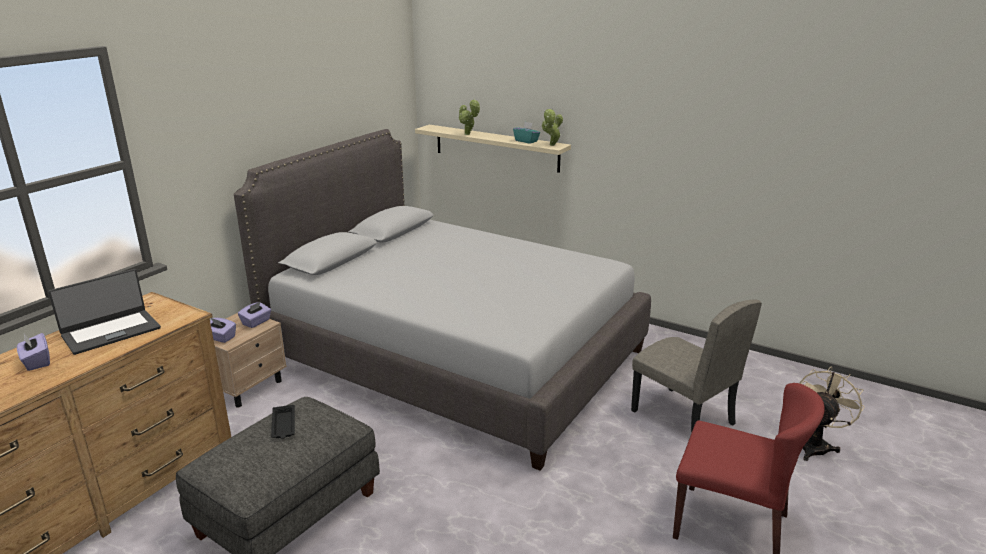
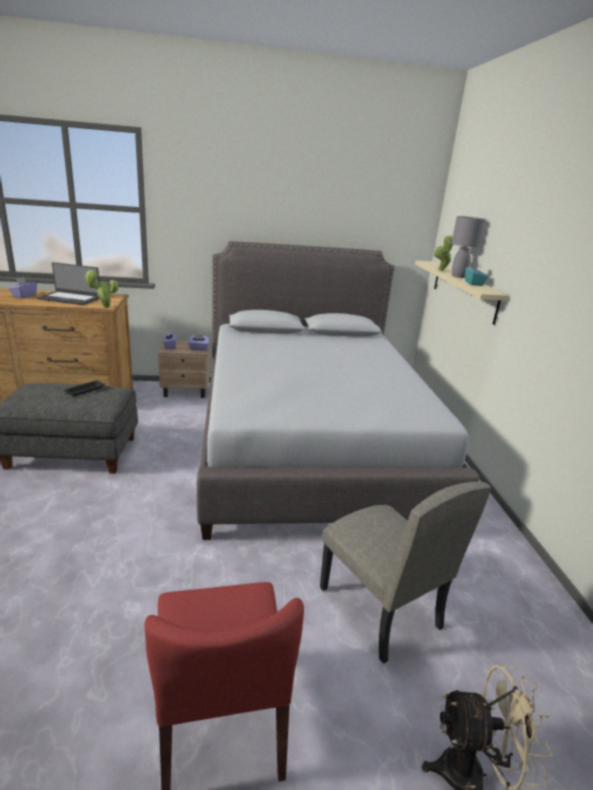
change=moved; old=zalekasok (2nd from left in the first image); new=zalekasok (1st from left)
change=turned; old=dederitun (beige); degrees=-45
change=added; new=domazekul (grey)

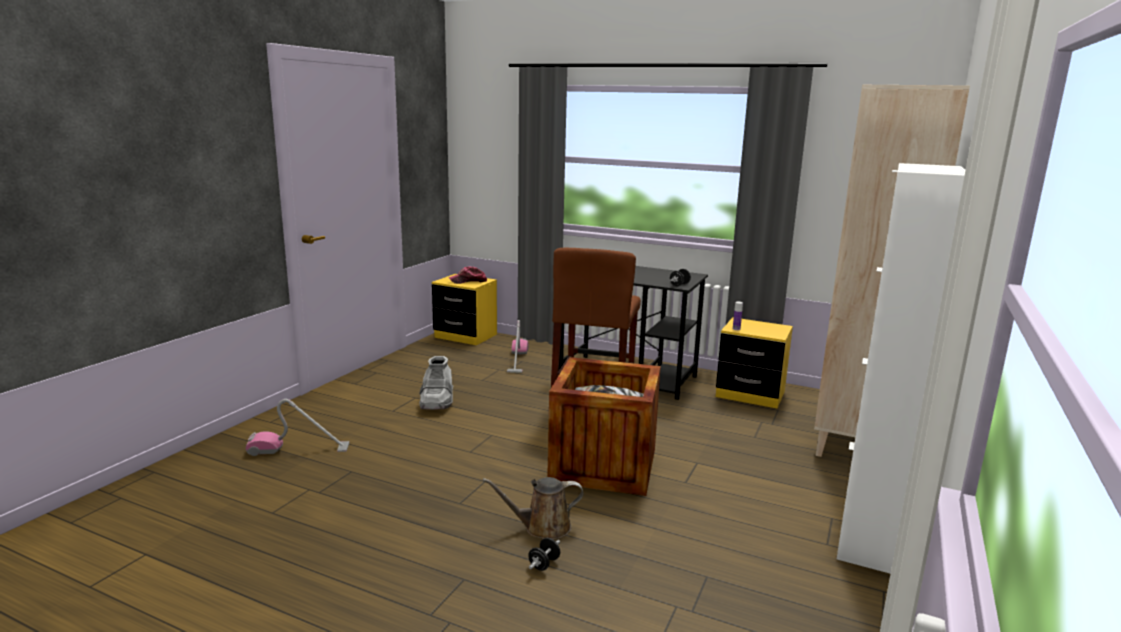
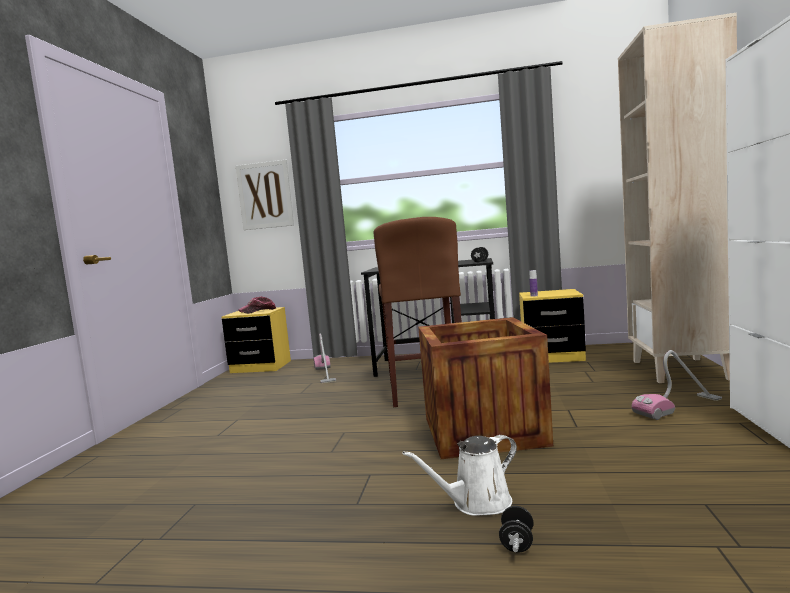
change=added; new=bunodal
change=recoloured; old=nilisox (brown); new=nilisox (white)
change=moved; old=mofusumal (1st from left in the first image); new=mofusumal (2nd from left)
change=removed; old=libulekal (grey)

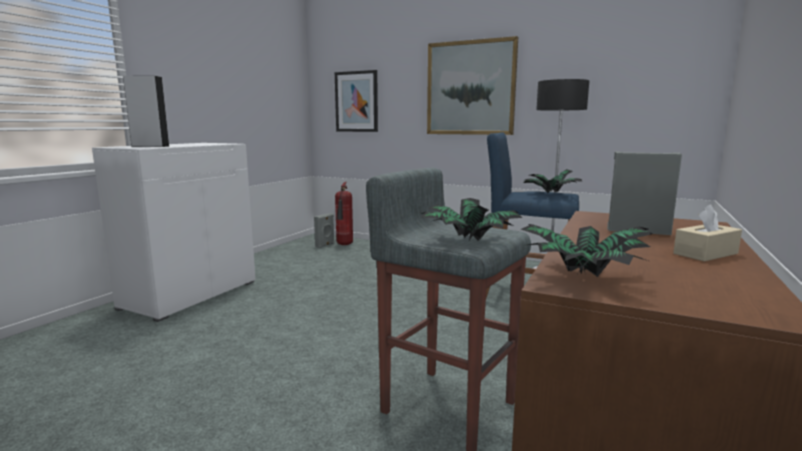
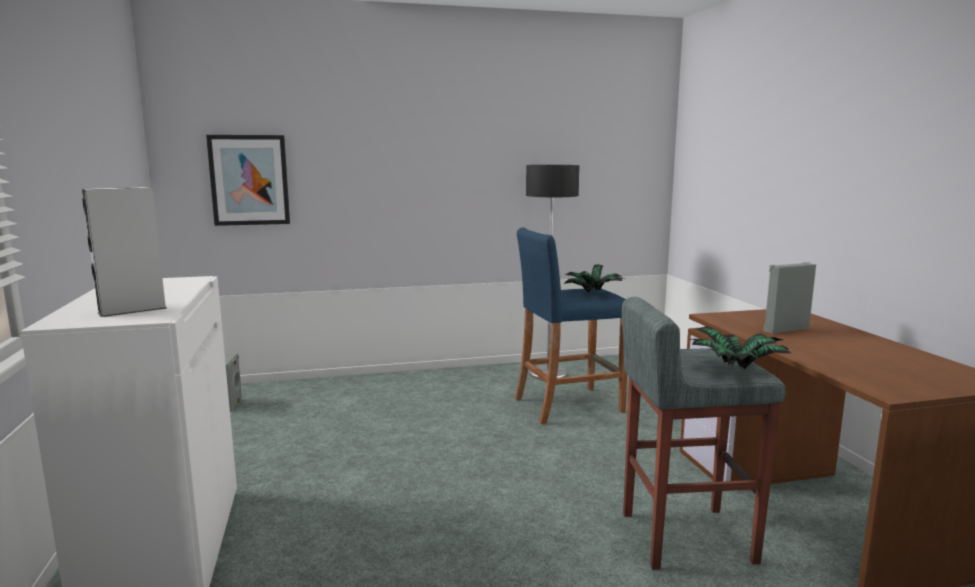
change=removed; old=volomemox
change=removed; old=bunodal (2nd from left)
change=removed; old=zalekasok (3rd from left)
change=removed; old=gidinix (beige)

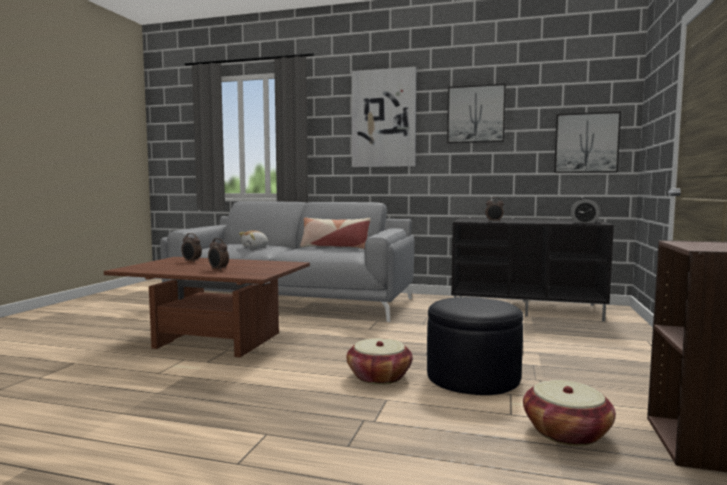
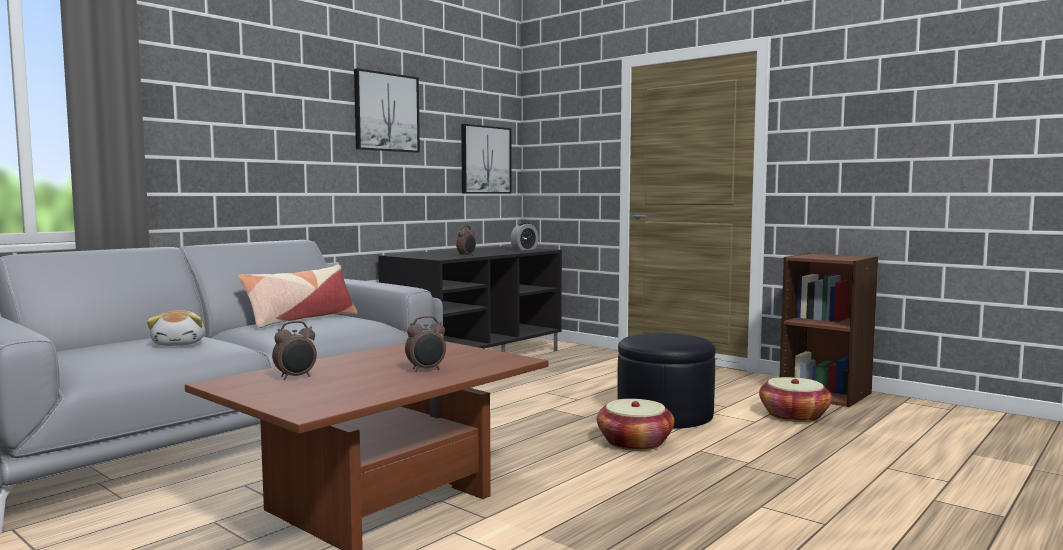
change=removed; old=bunodal (1st from left)

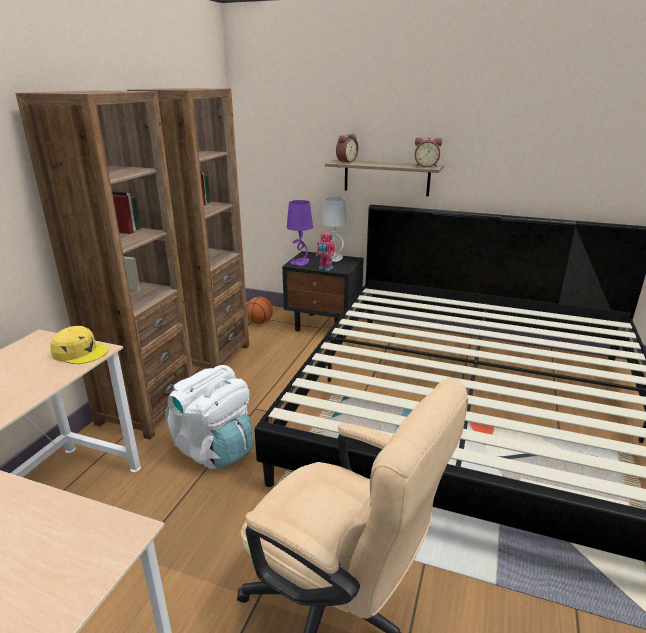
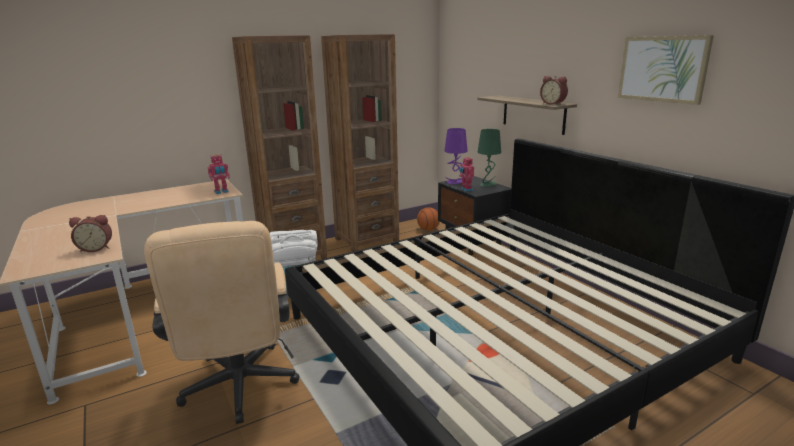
change=moved; old=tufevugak (1st from left)
change=replaced; old=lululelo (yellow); new=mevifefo (1st from left)
change=recoloured; old=domazekul (grey); new=domazekul (green)
change=added; new=bunodal

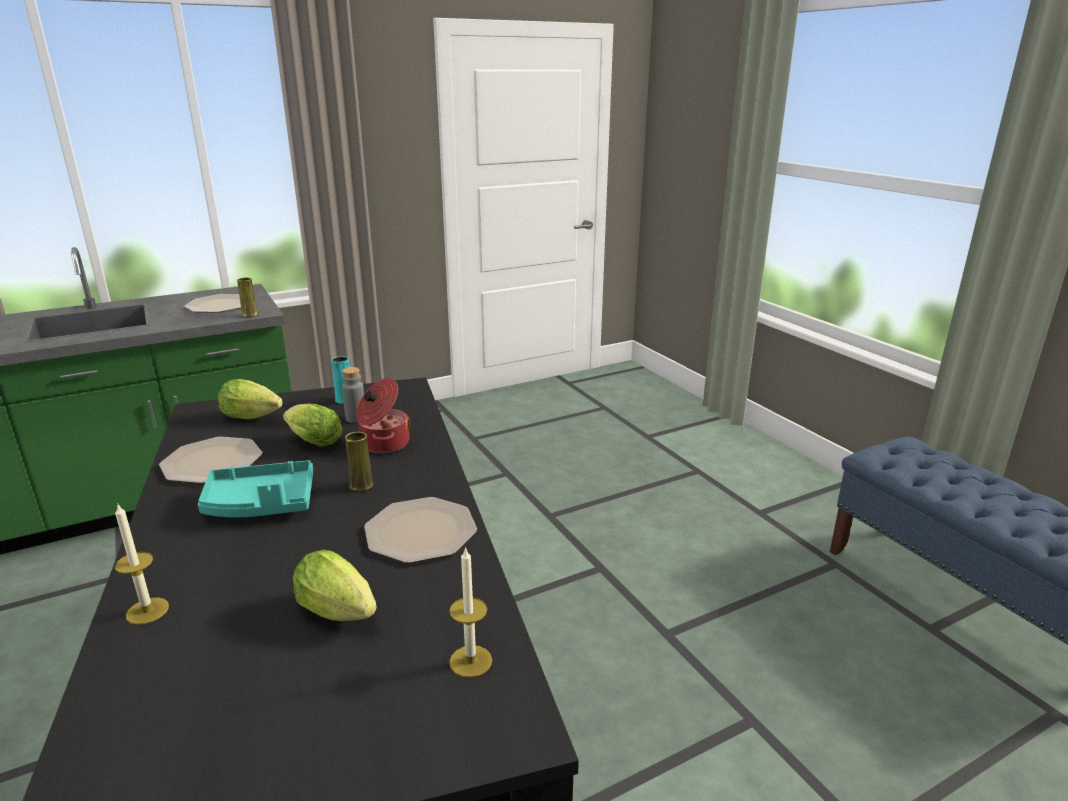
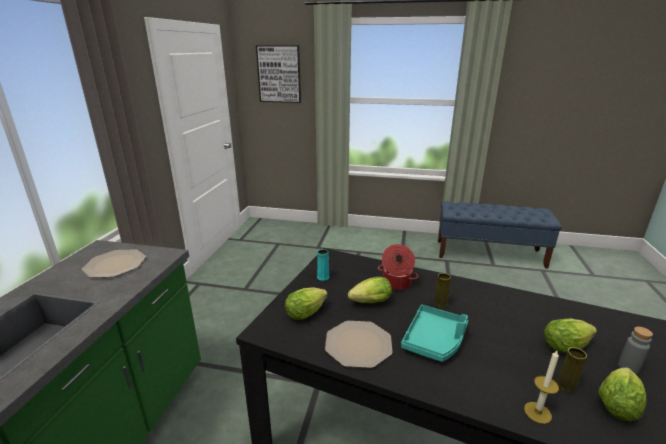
change=added; new=bunodal
change=moved; old=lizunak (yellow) (1st from left in the first image); new=lizunak (yellow) (2nd from left)
change=added; new=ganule (4th from left)
change=moved; old=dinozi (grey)
change=removed; old=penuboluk (3rd from left)
change=removed; old=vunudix (2nd from left)

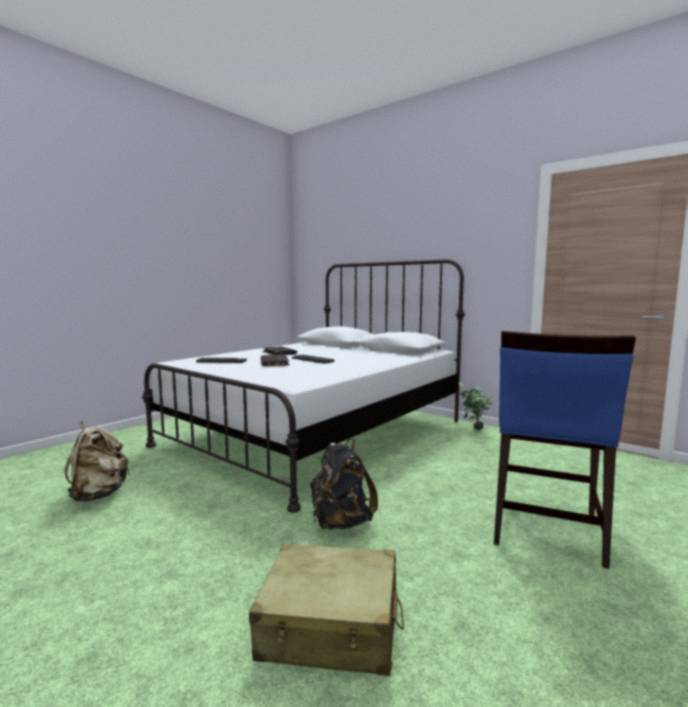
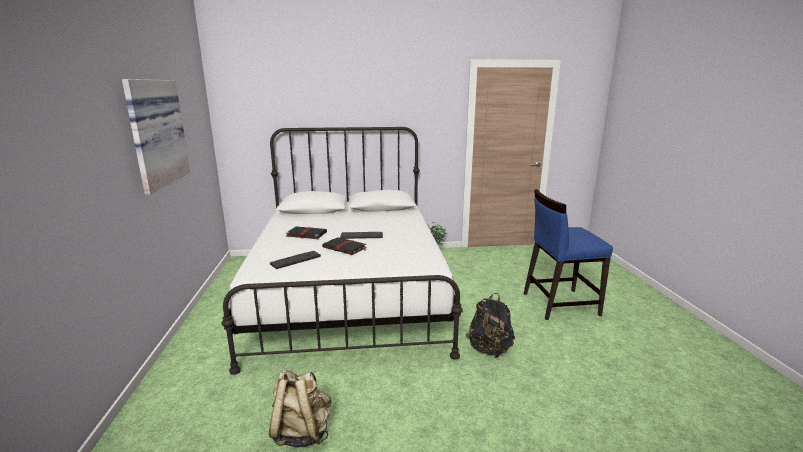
change=added; new=bunodal
change=turned; old=dederitun (blue); degrees=105
change=removed; old=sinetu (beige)

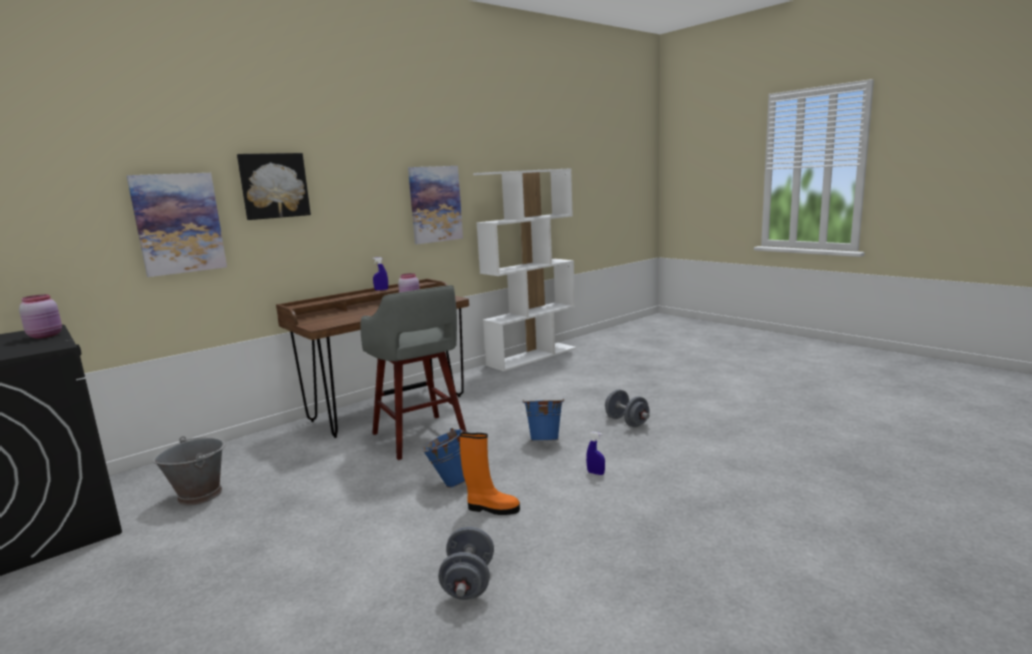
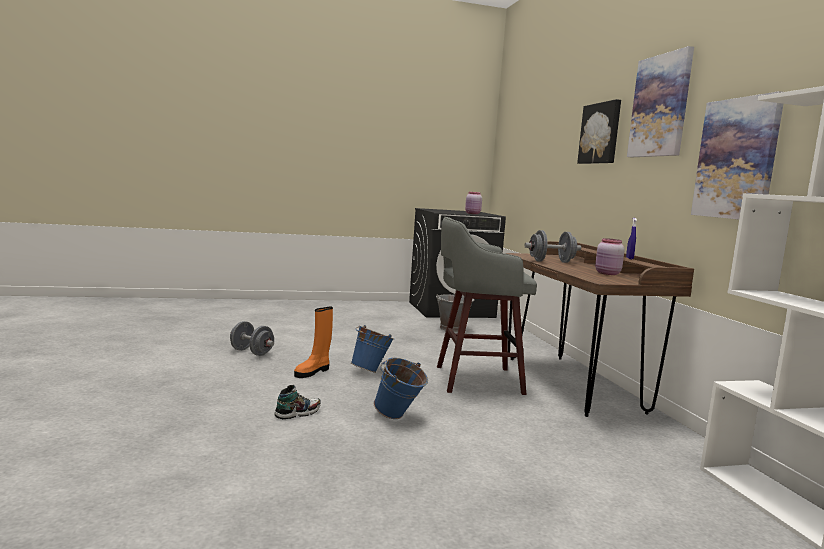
change=replaced; old=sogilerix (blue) (2nd from left); new=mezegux
change=moved; old=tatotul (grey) (2nd from left)
change=moved; old=bunodal (1st from left in the first image); new=bunodal (2nd from left)

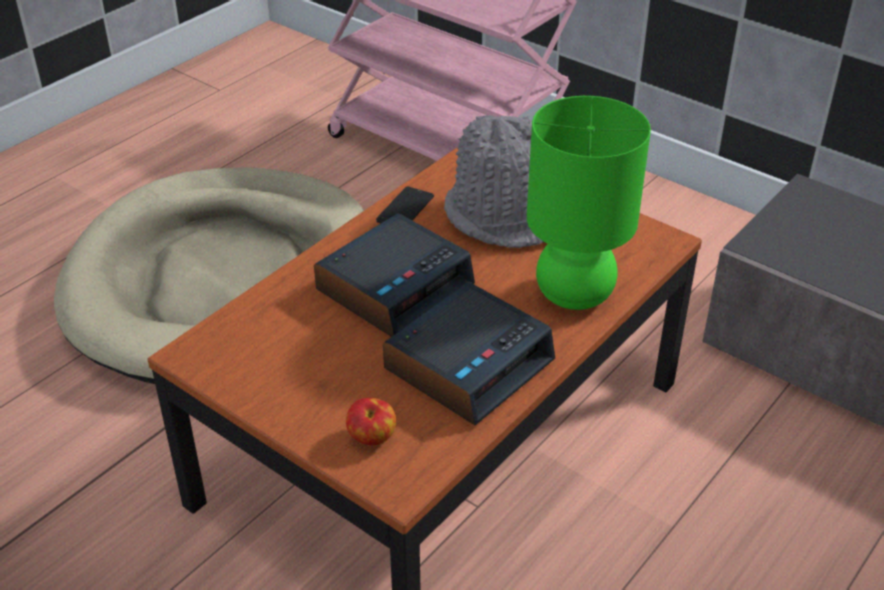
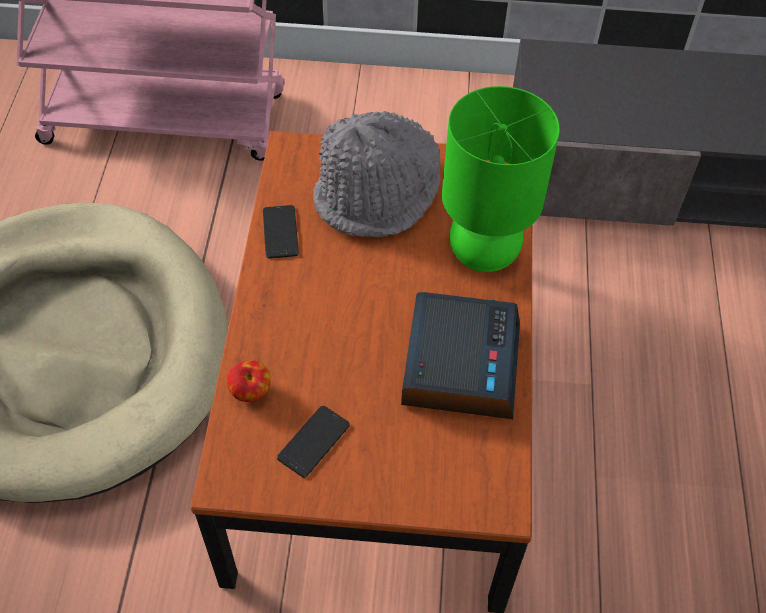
change=moved; old=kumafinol
change=added; new=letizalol (2nd from left)
change=removed; old=tufevugak (1st from left)

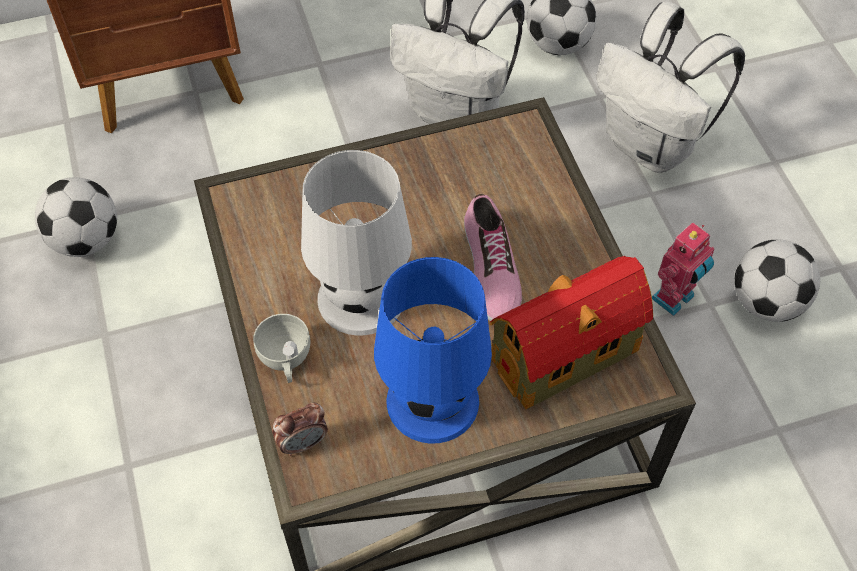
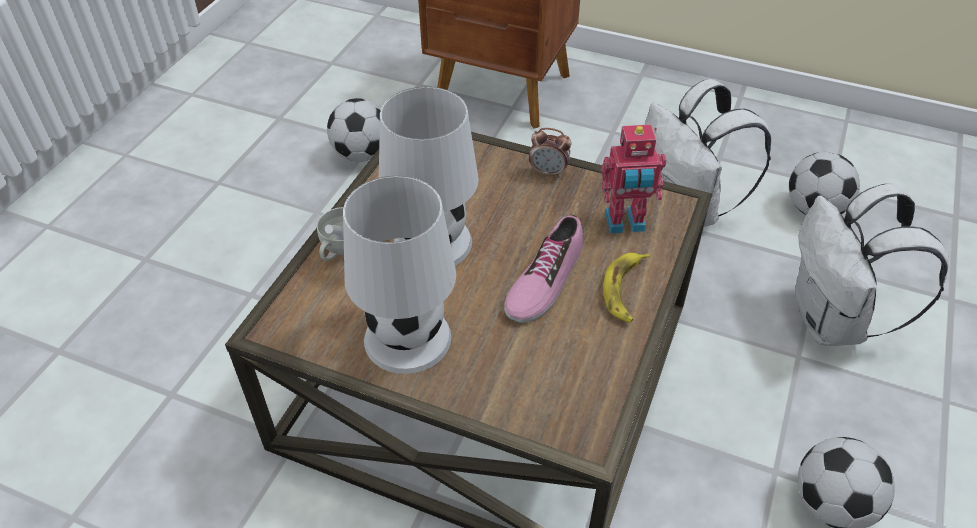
change=recoloured; old=domazekul (blue); new=domazekul (white) (1st from left)
change=moved; old=tufevugak
change=moved; old=mevifefo
change=added; new=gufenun
change=removed; old=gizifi

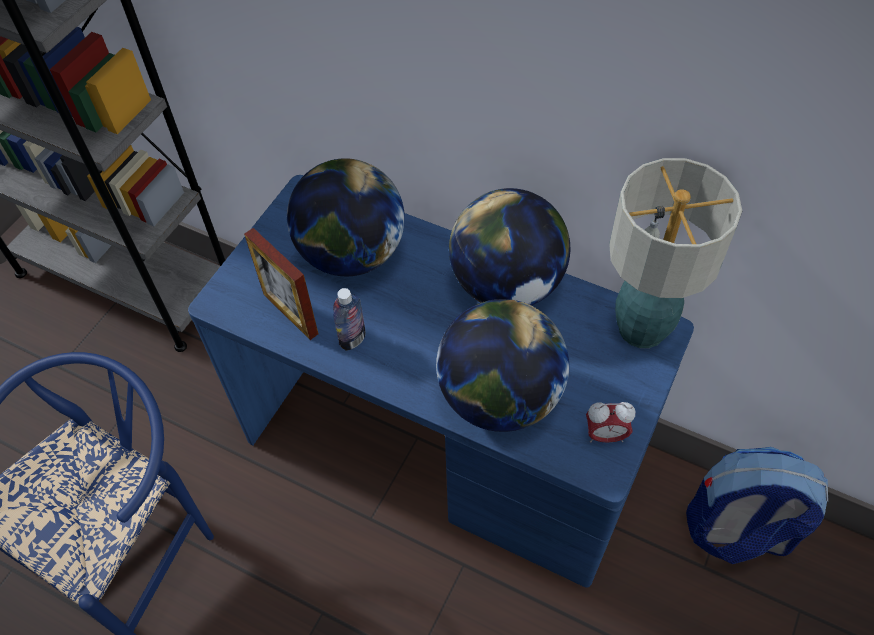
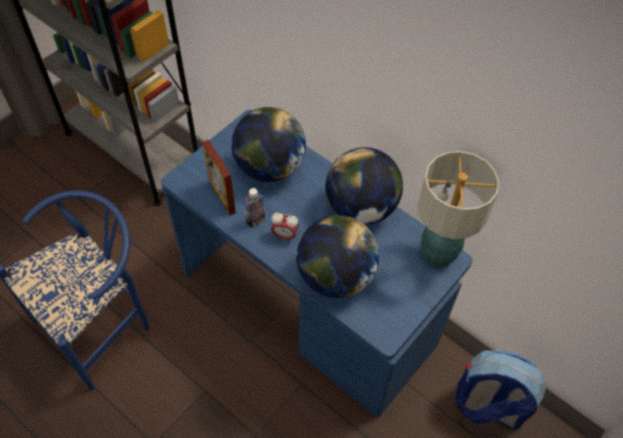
change=moved; old=tufevugak

